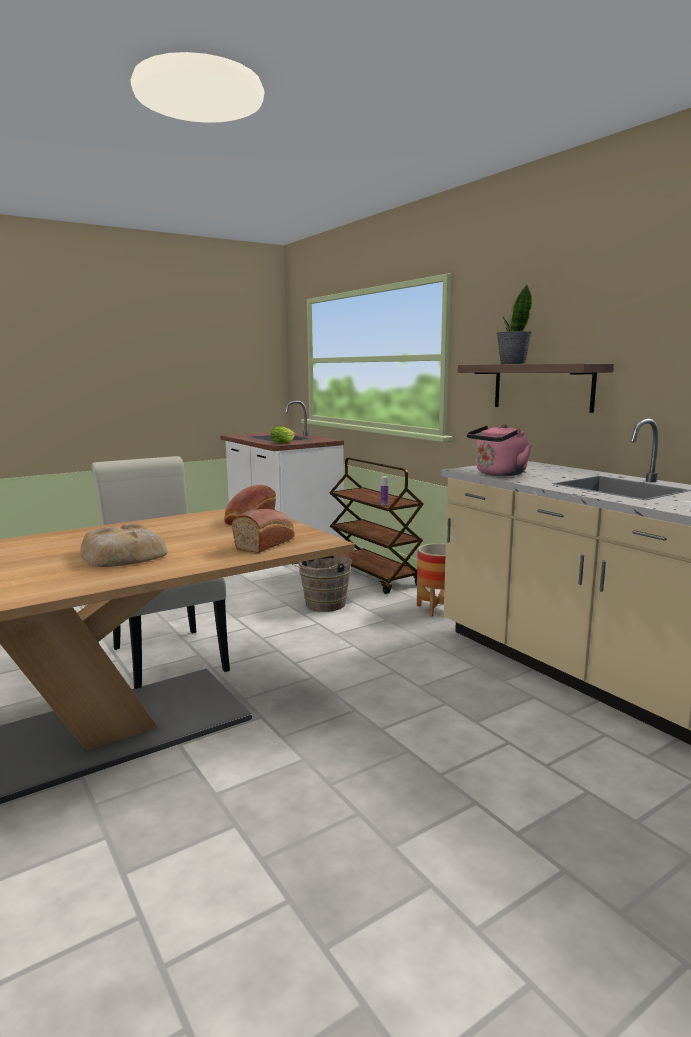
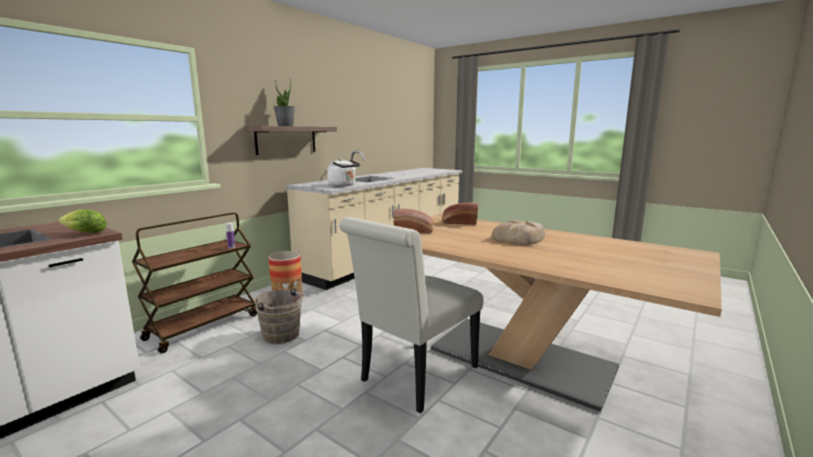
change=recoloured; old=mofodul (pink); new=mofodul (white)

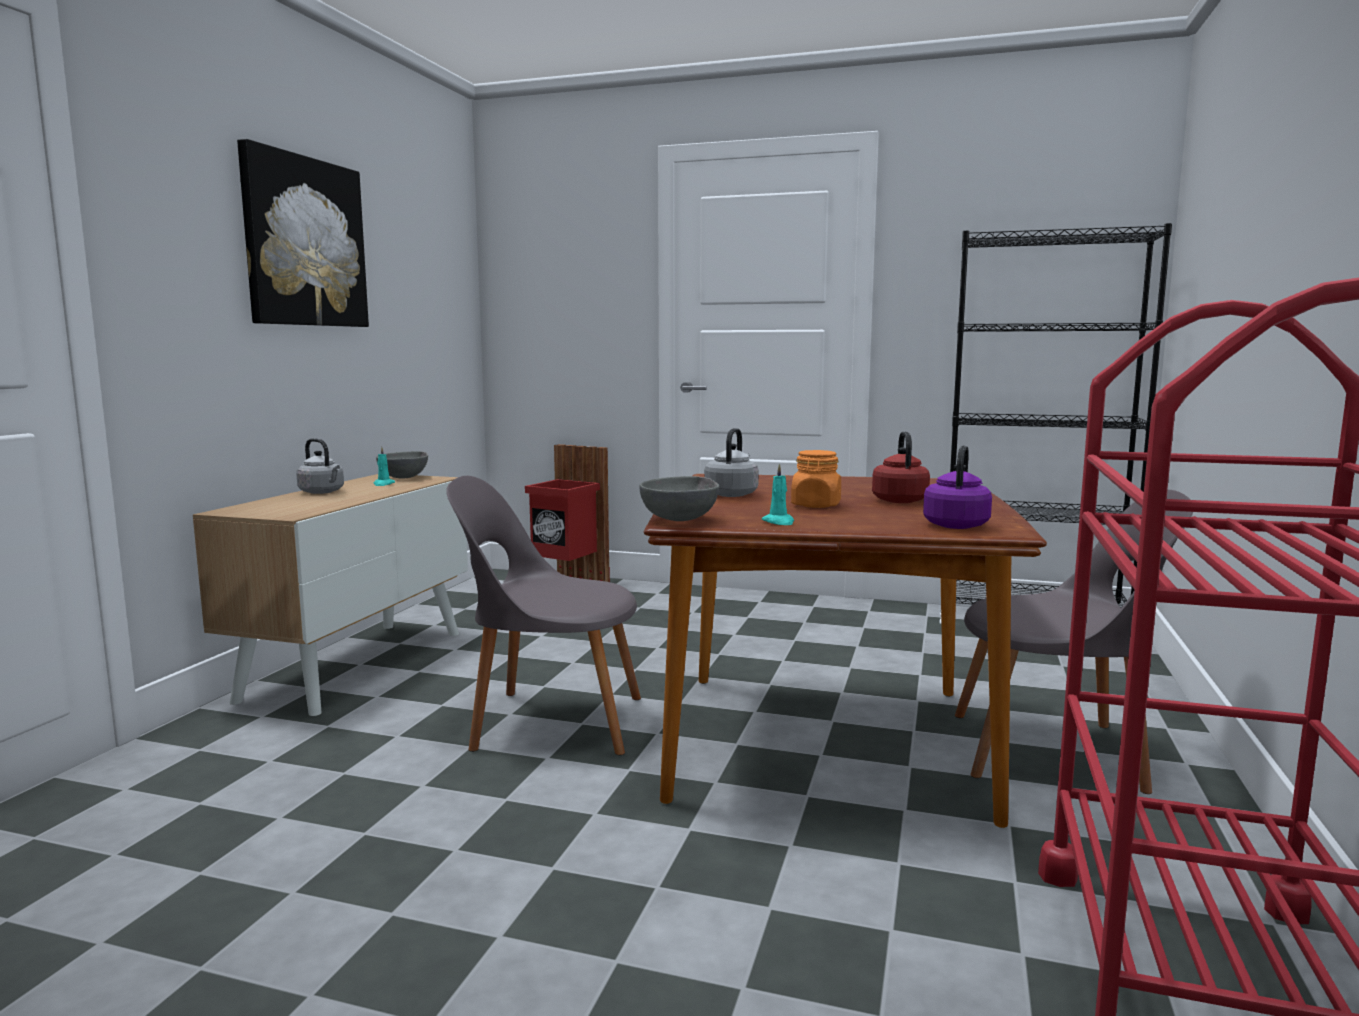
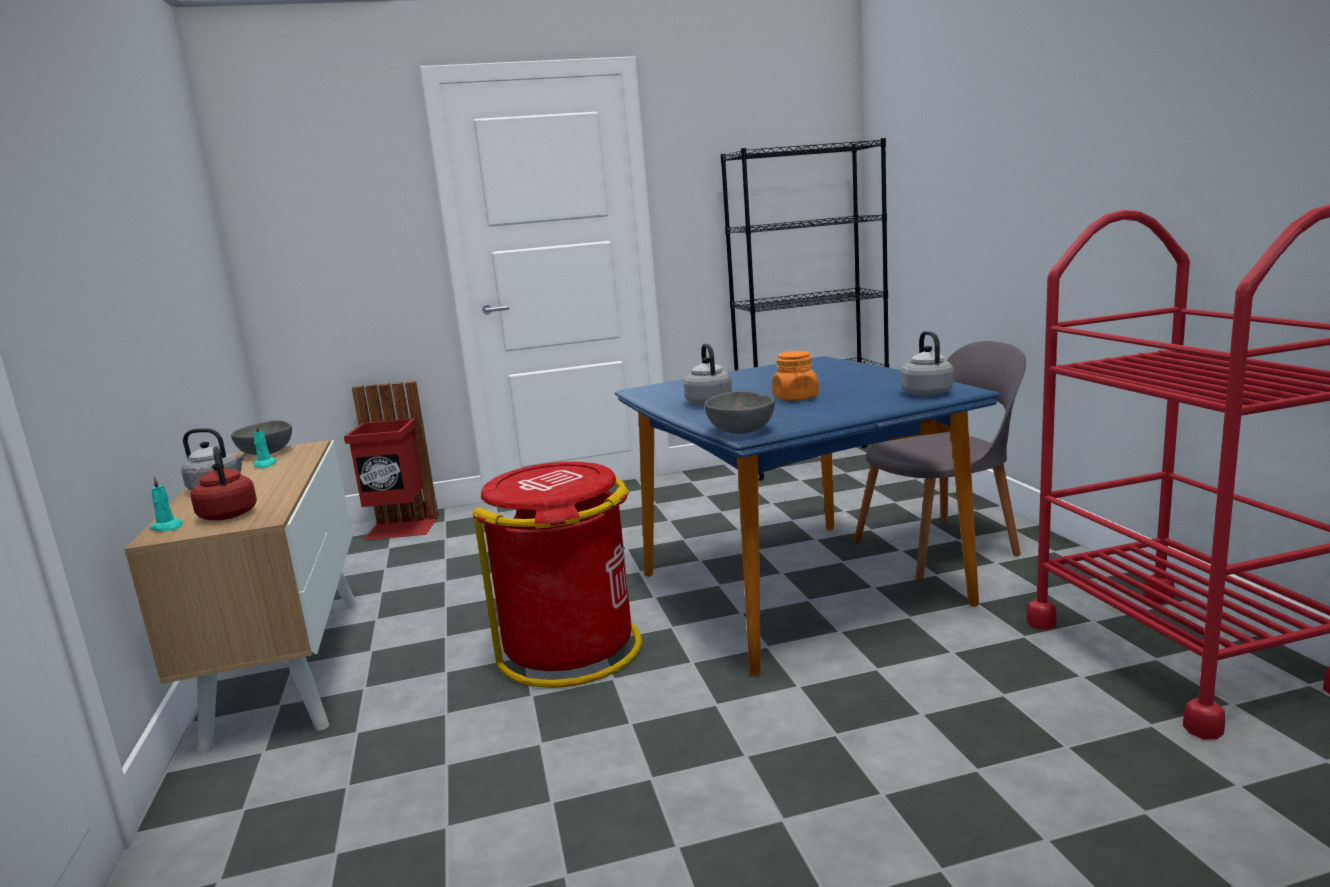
change=moved; old=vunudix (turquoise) (2nd from left in the first image); new=vunudix (turquoise) (1st from left)
change=moved; old=mofodul (red)
change=replaced; old=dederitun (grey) (1st from left); new=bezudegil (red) (2nd from left)
change=recoloured; old=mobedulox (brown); new=mobedulox (blue)
change=recoloured; old=mofodul (purple); new=mofodul (grey) (3rd from left)
change=removed; old=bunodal

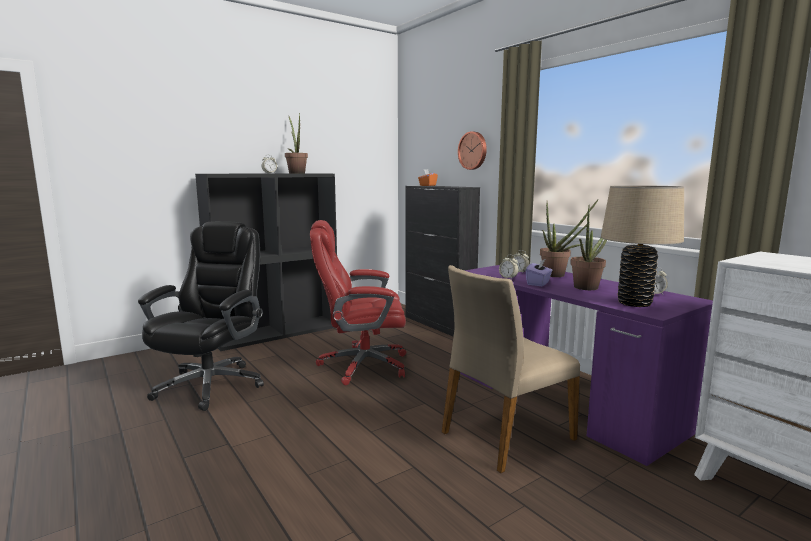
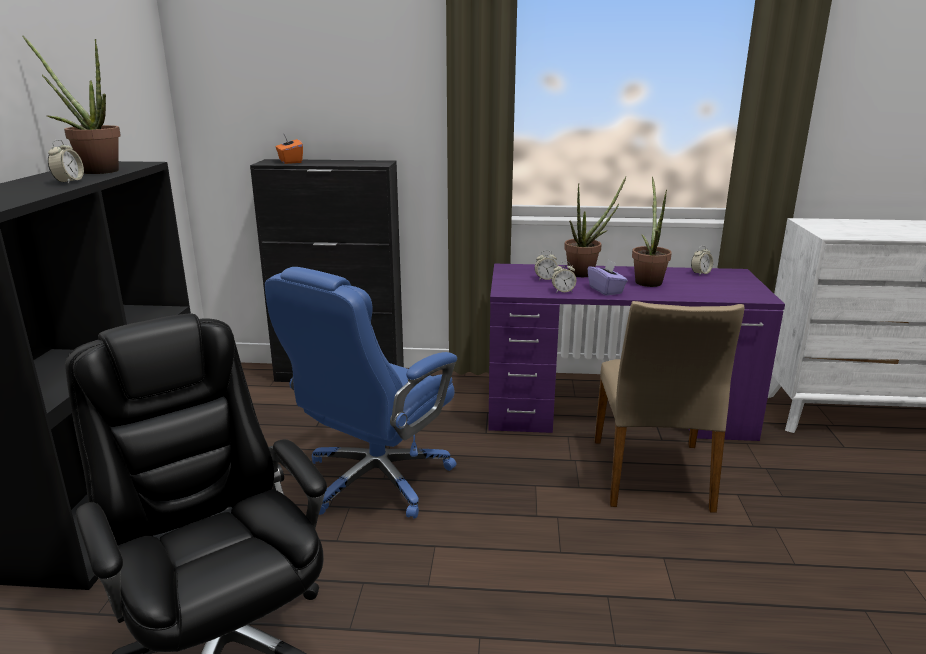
change=recoloured; old=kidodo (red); new=kidodo (blue)
change=removed; old=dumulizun
change=removed; old=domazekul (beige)

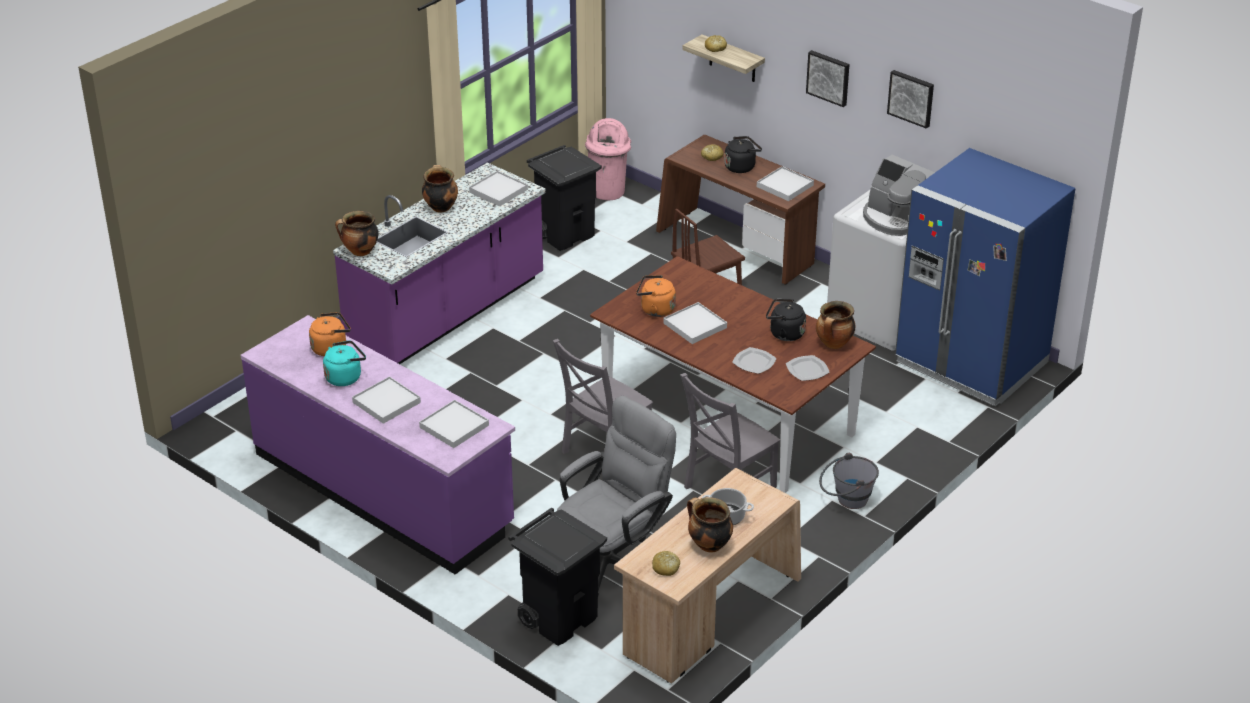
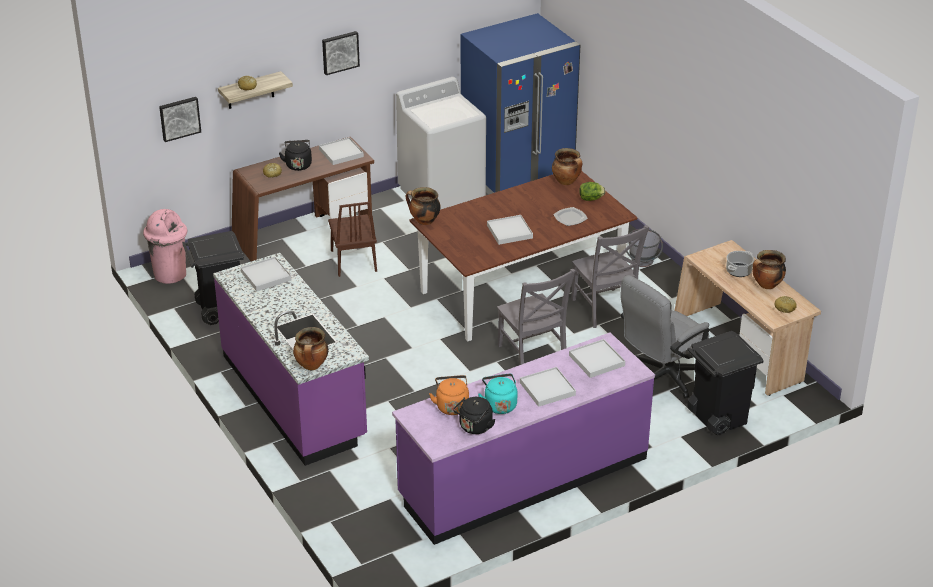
change=moved; old=bunodal (2nd from left in the first image); new=bunodal (1st from left)
change=moved; old=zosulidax (2nd from left)
change=moved; old=mofodul (black) (2nd from left)
change=replaced; old=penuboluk (2nd from left); new=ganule
change=turned; old=kidodo (grey); degrees=-105
change=removed; old=mofodul (orange) (2nd from left)
change=removed; old=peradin

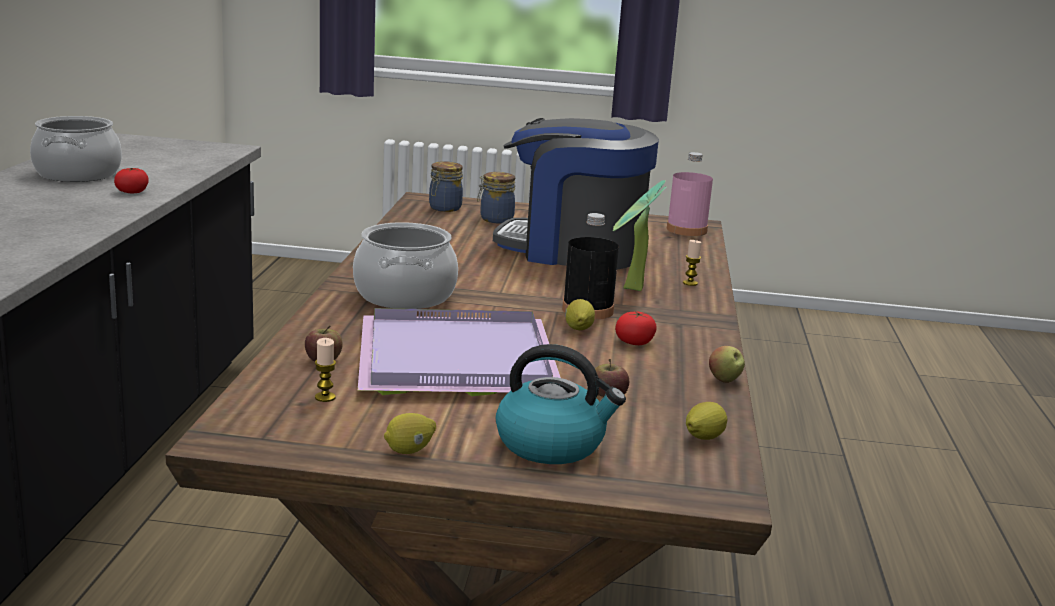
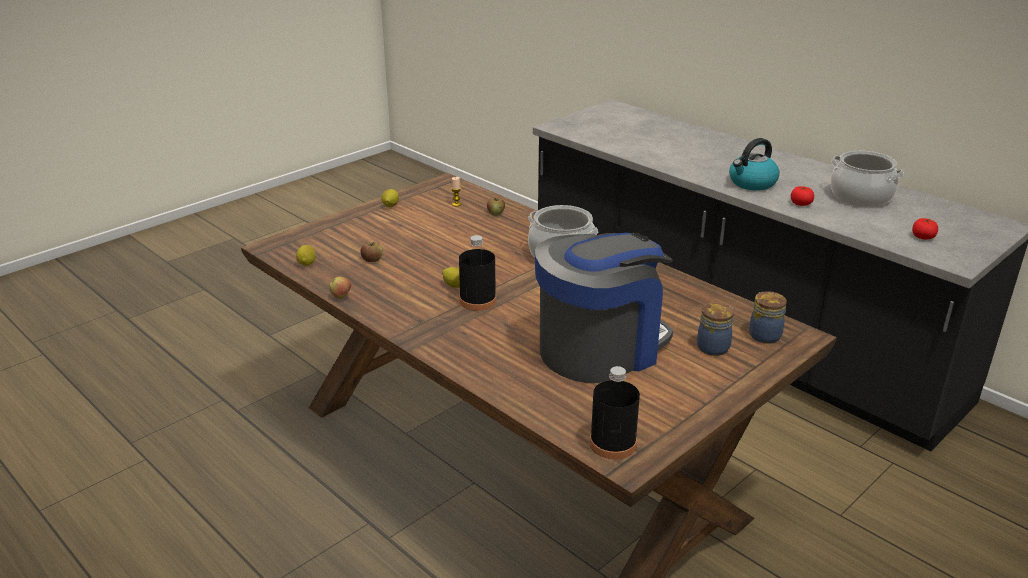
change=recoloured; old=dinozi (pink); new=dinozi (black) (2nd from left)
change=moved; old=mofodul
change=moved; old=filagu (2nd from left)
change=removed; old=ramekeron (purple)
change=removed; old=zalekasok
change=removed; old=vunudix (2nd from left)

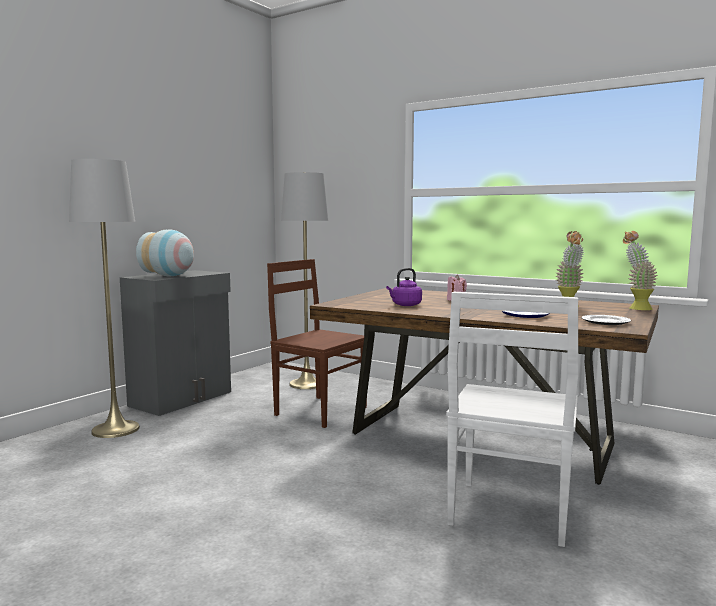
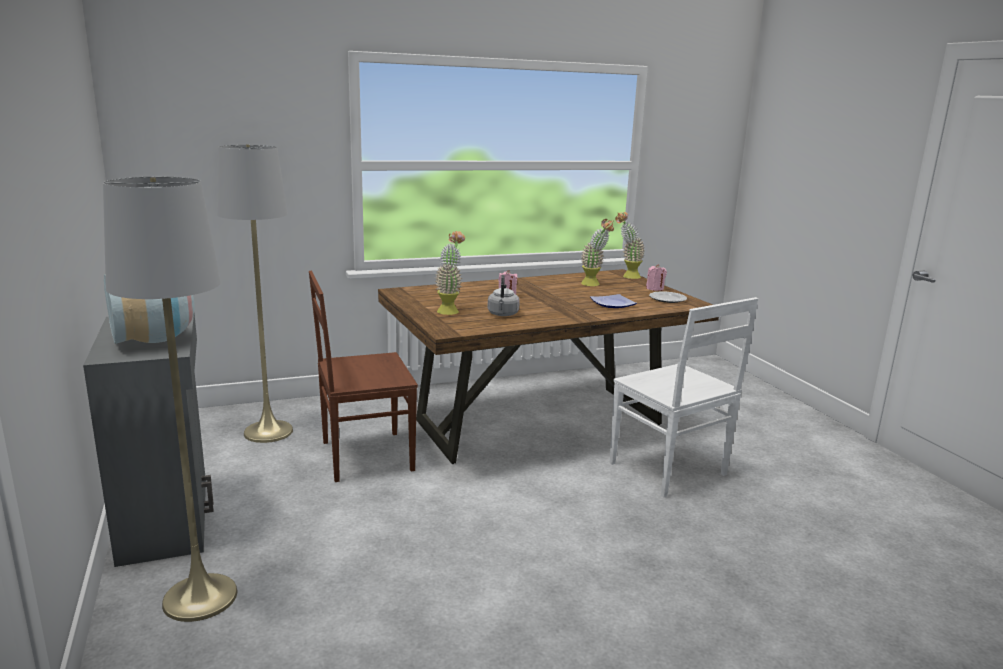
change=added; new=zalekasok (1st from left)
change=recoloured; old=mofodul (purple); new=mofodul (grey)
change=added; new=vunudix (pink) (2nd from left)

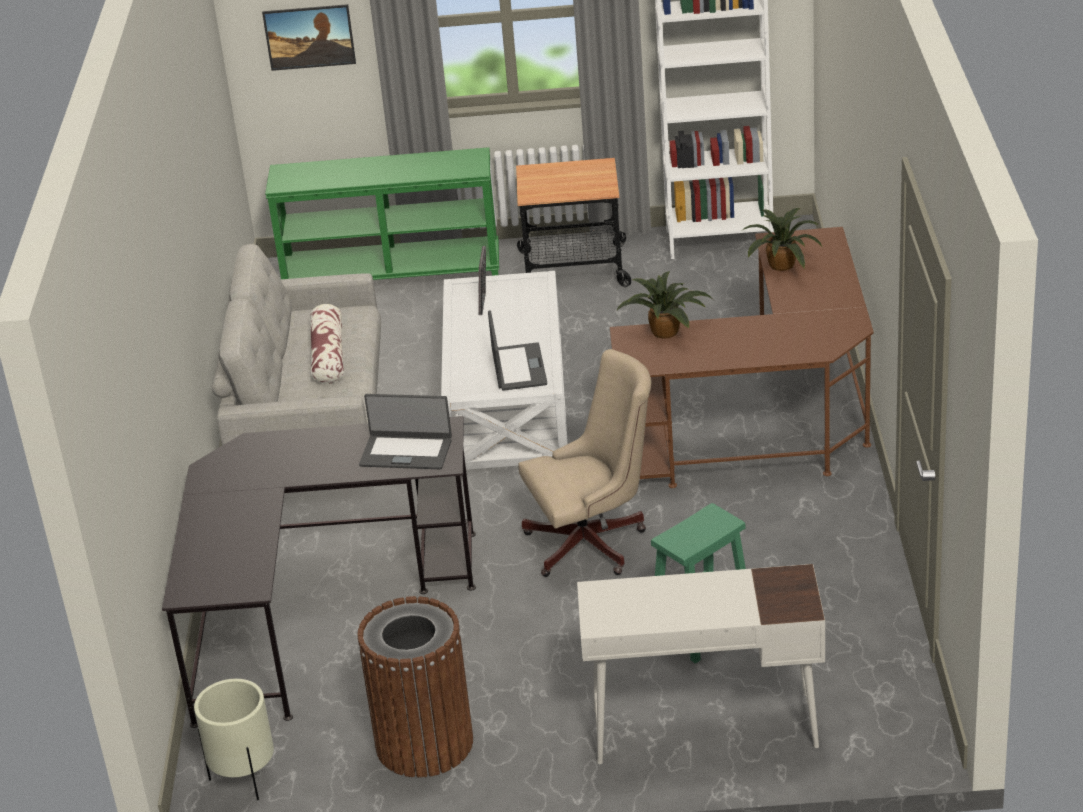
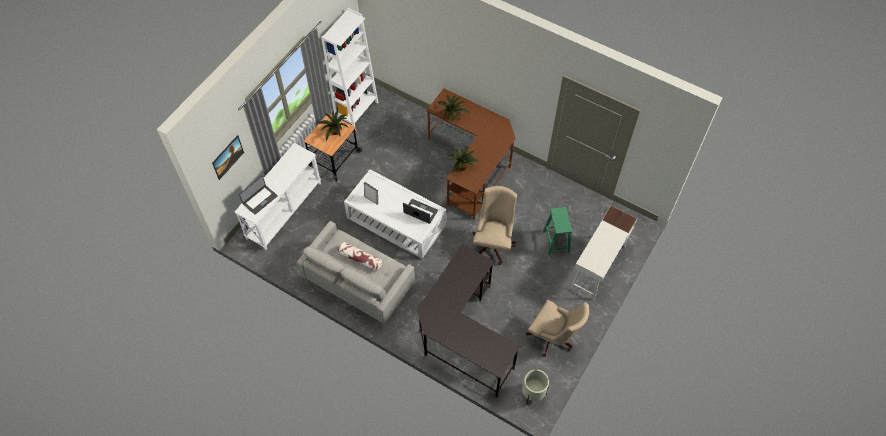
change=recoloured; old=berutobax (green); new=berutobax (white)
change=moved; old=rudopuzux (1st from left)
change=added; new=zalekasok (1st from left)
change=replaced; old=bezudegil (brown); new=kidodo (beige) (2nd from left)

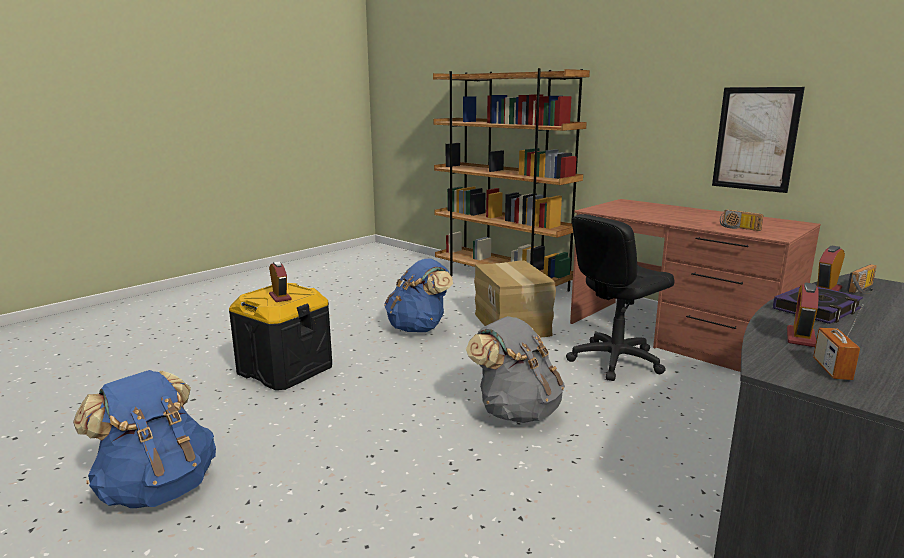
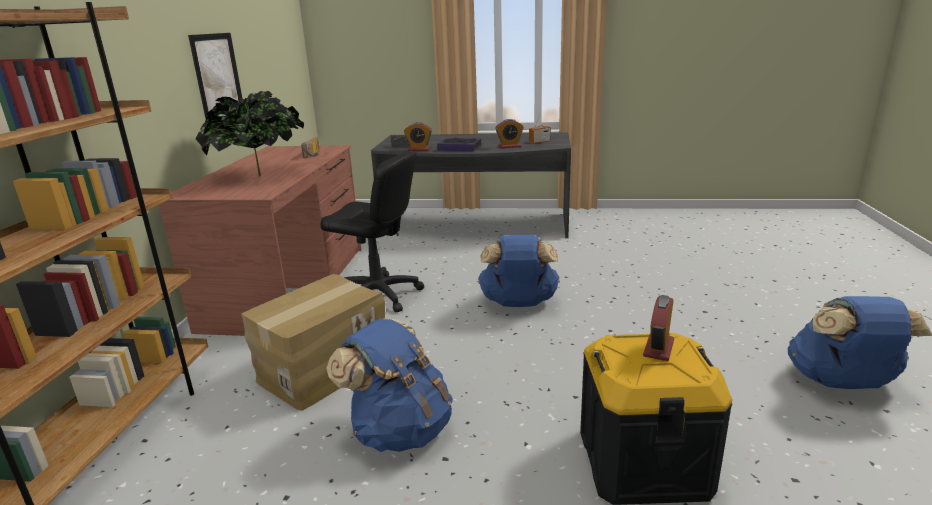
change=added; new=zalekasok
change=recoloured; old=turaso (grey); new=turaso (blue) (2nd from left)

